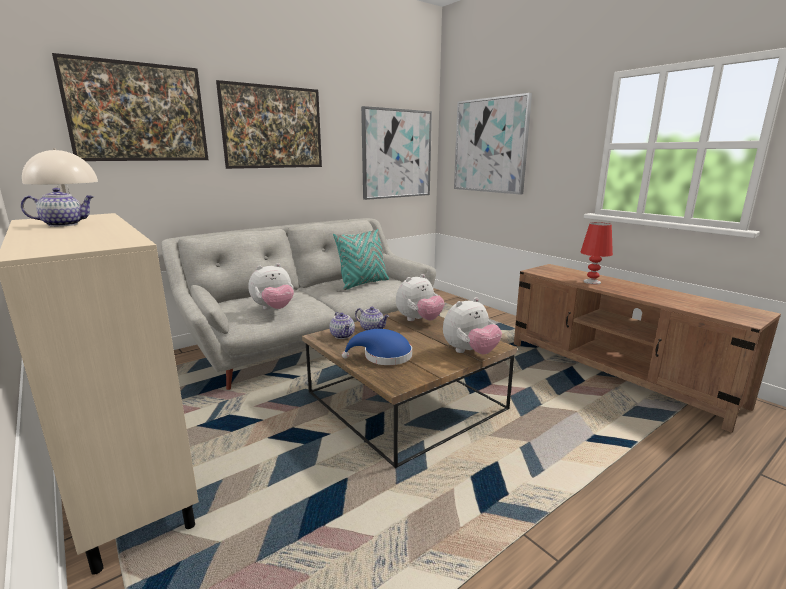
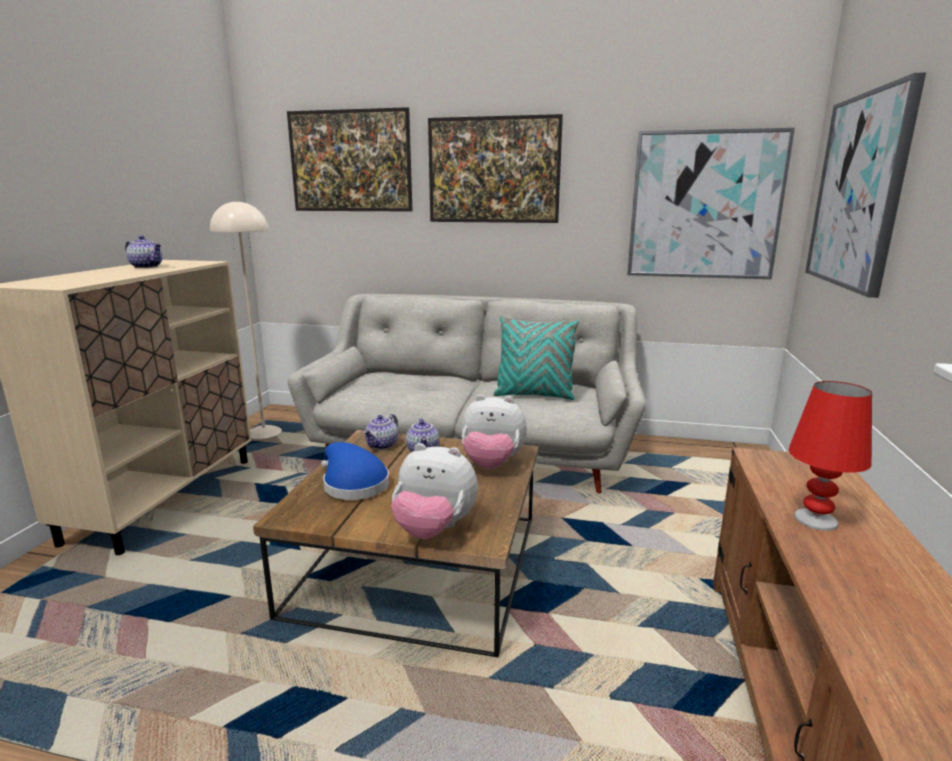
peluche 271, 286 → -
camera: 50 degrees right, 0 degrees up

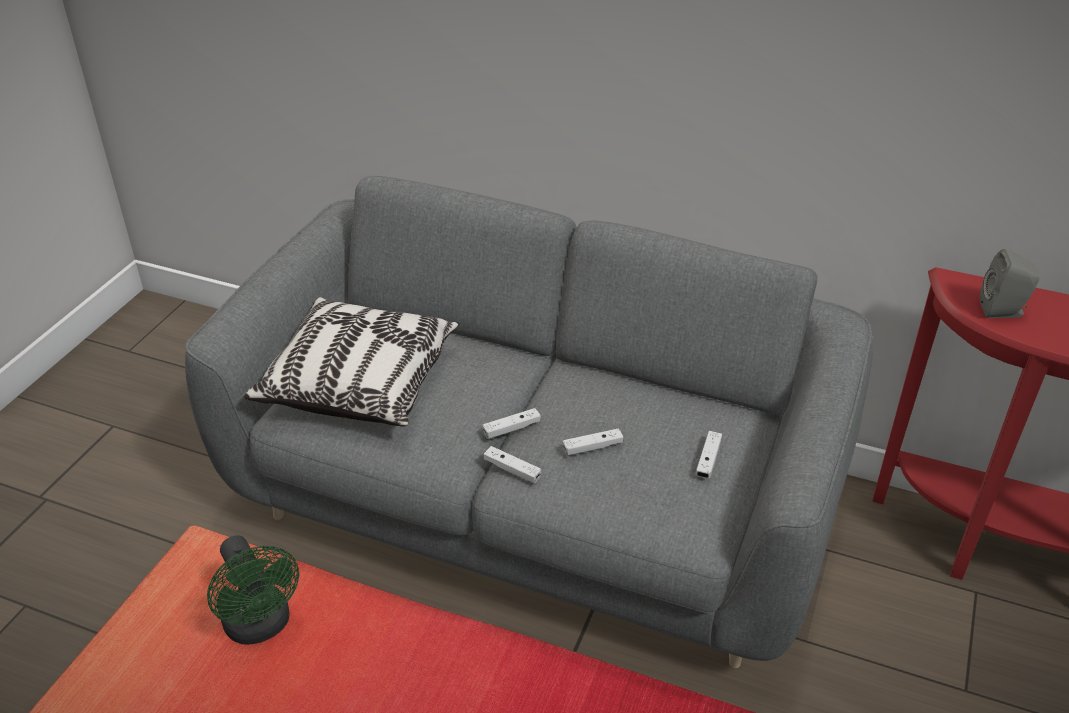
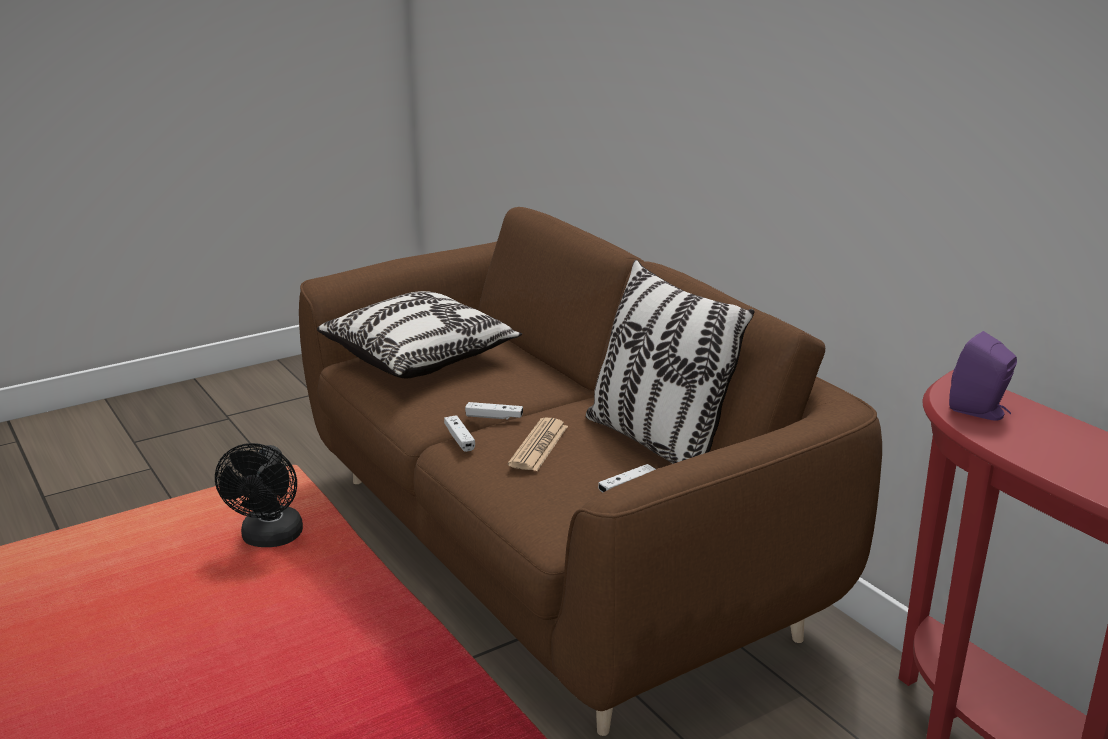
canapé [gris] 529, 422 → canapé [marron] 590, 471
ventilateur [vert] 253, 590 → ventilateur [noir] 259, 495
manette [blanc] 593, 442 → journal 538, 444
enceinte [gris] 1009, 283 → enceinte [violet] 983, 376
- → coussin 670, 362
camera: 35 degrees right, 15 degrees down

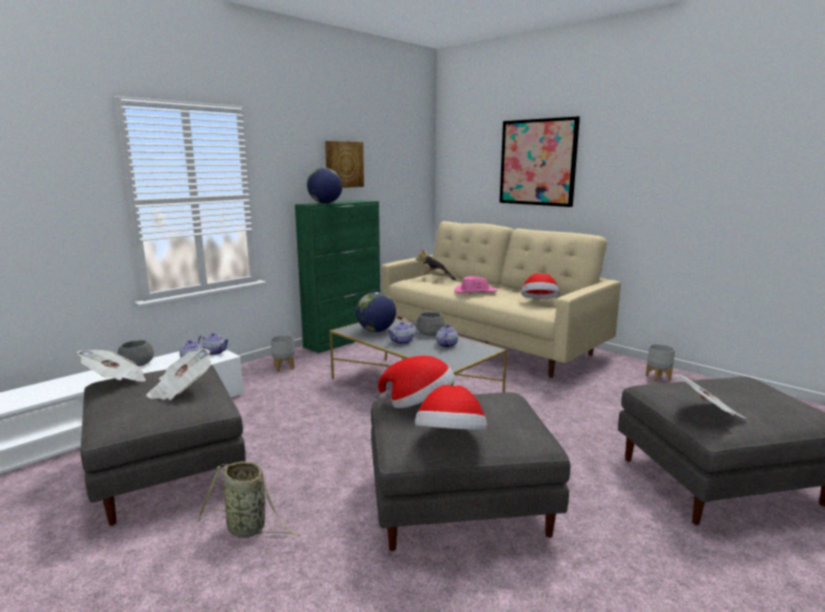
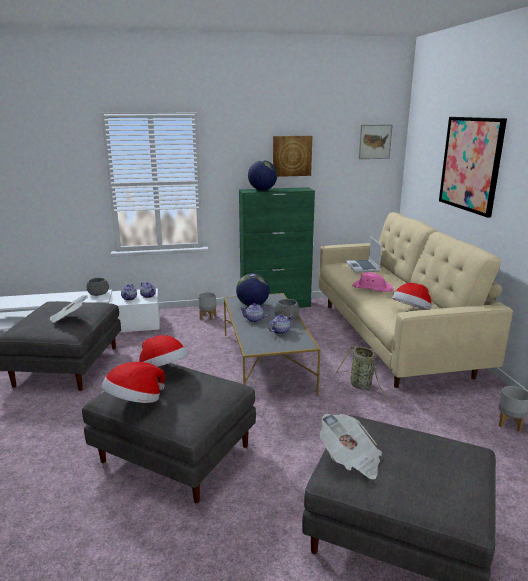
journal 111, 365 → -
panier 249, 499 → panier 362, 371, relocated
peluche 436, 264 → ordinateur portable 363, 254
- → tableau 375, 141
camera: 35 degrees right, 5 degrees up

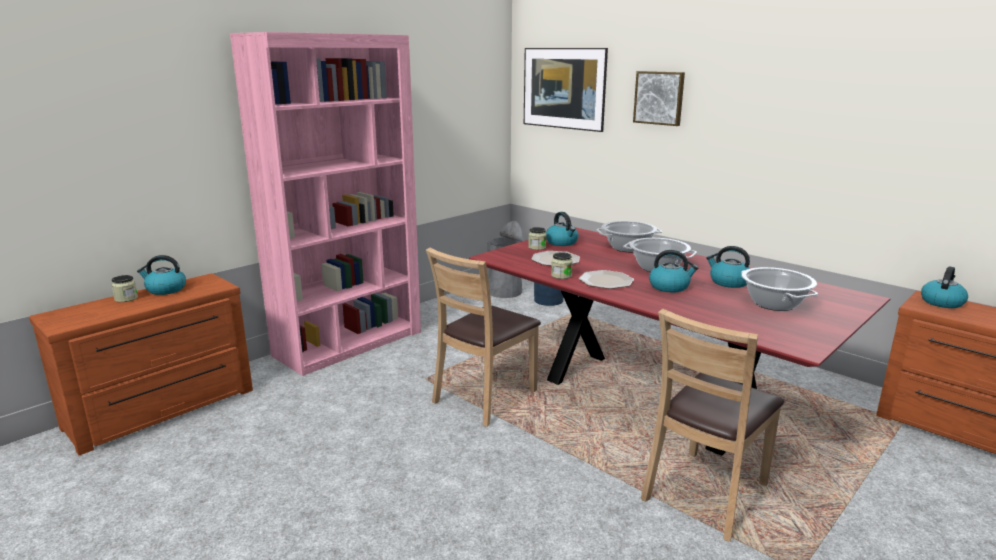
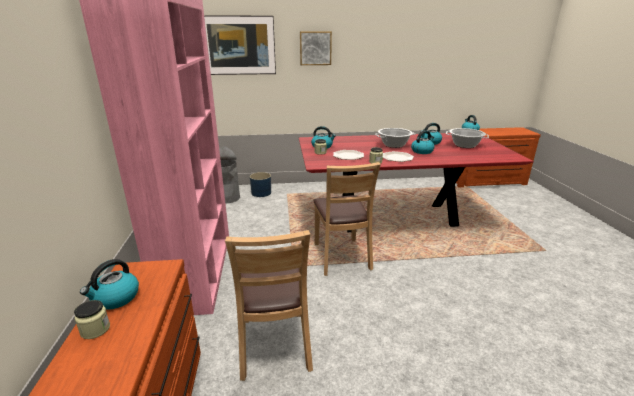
marmite 629, 236 → -
chaise [marron] 712, 425 → chaise [marron] 269, 305, relocated
camera: 50 degrees left, 5 degrees up

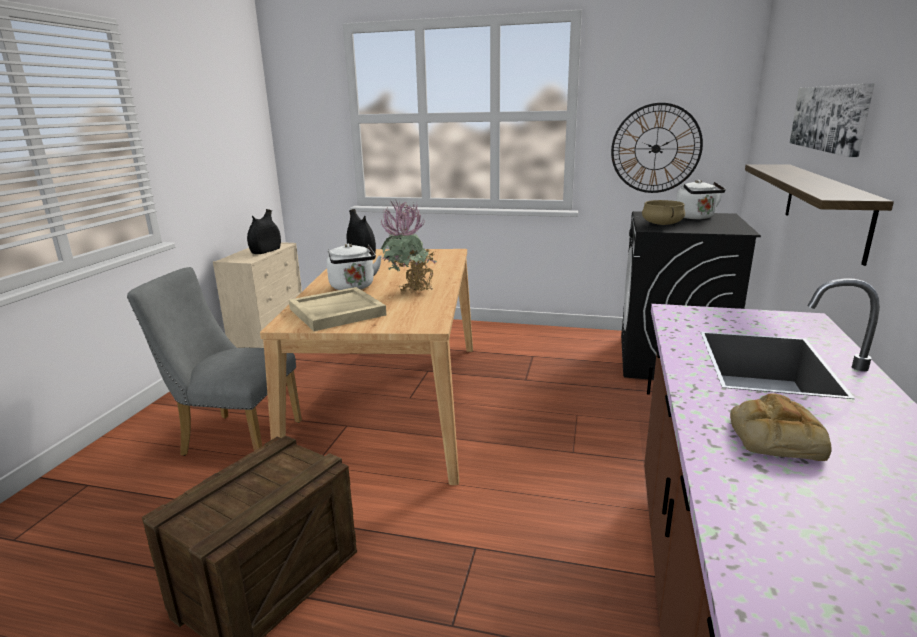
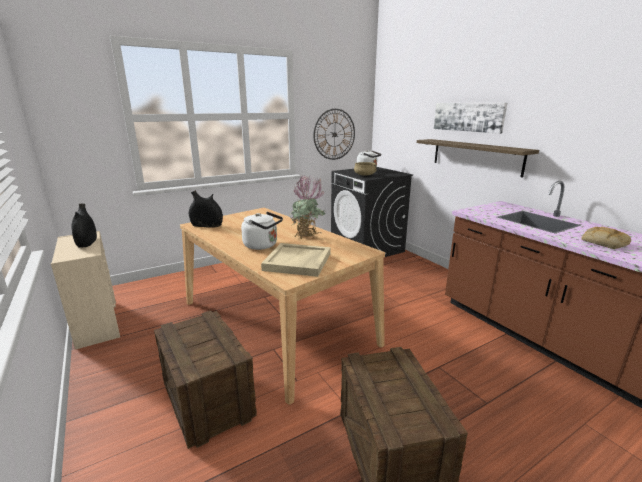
chaise [gris] 214, 361 → caisse 205, 380
camera: 45 degrees left, 0 degrees up

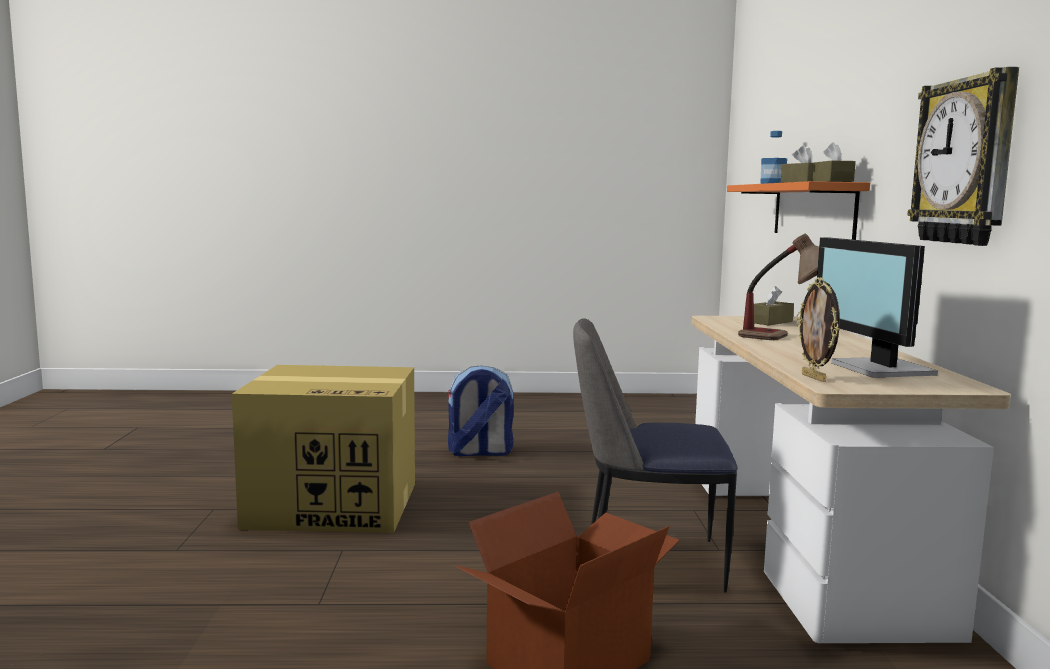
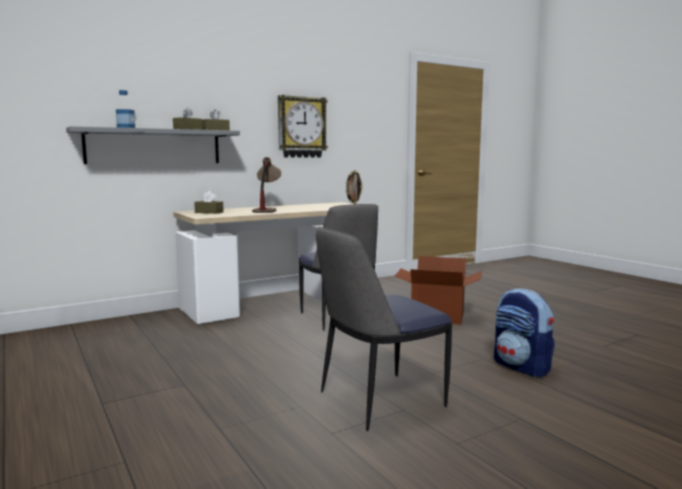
carton 323, 449 → chaise 384, 329
sac à dos 480, 410 → sac à dos 524, 332, relocated
étagère [orange] 798, 210 → étagère [gris] 153, 145
écran d'ordinateur 877, 307 → -
camera: 120 degrees left, 0 degrees up

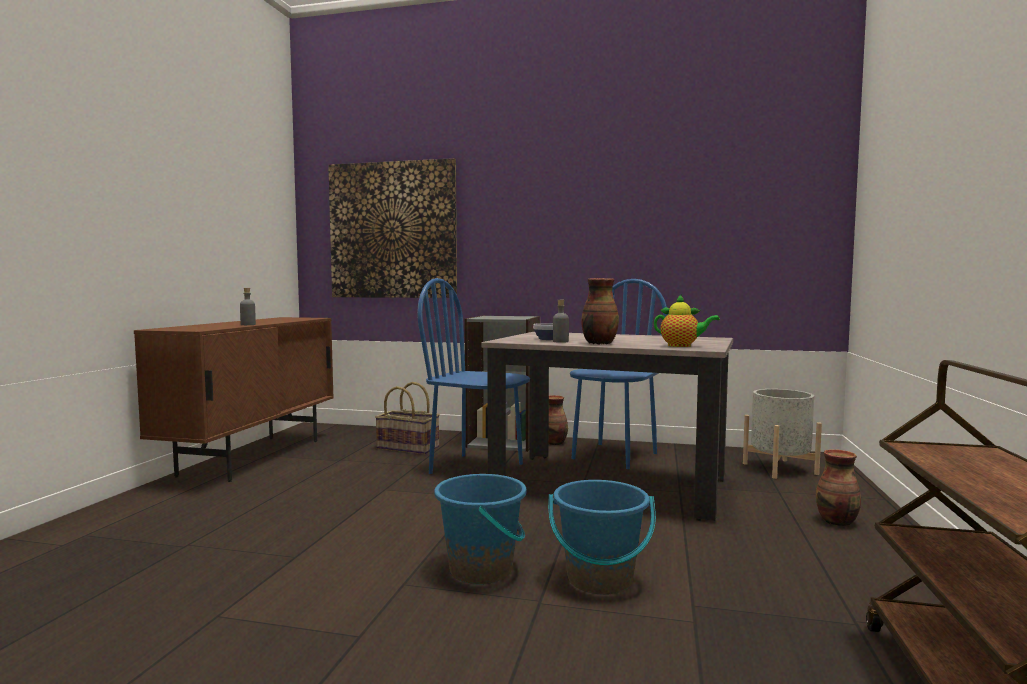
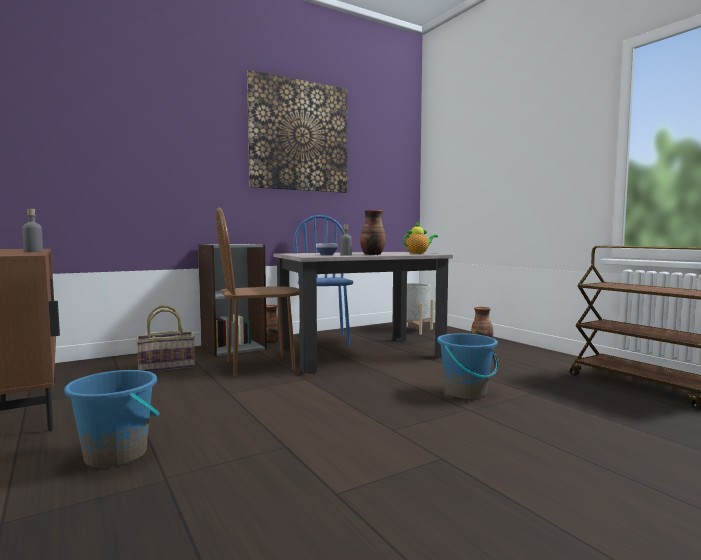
tableau 392, 228 → tableau 297, 131, relocated
chaise [bleu] 473, 376 → chaise [marron] 257, 292
seau [bleu] 480, 529 → seau [bleu] 112, 419, relocated
camera: 45 degrees left, 0 degrees up

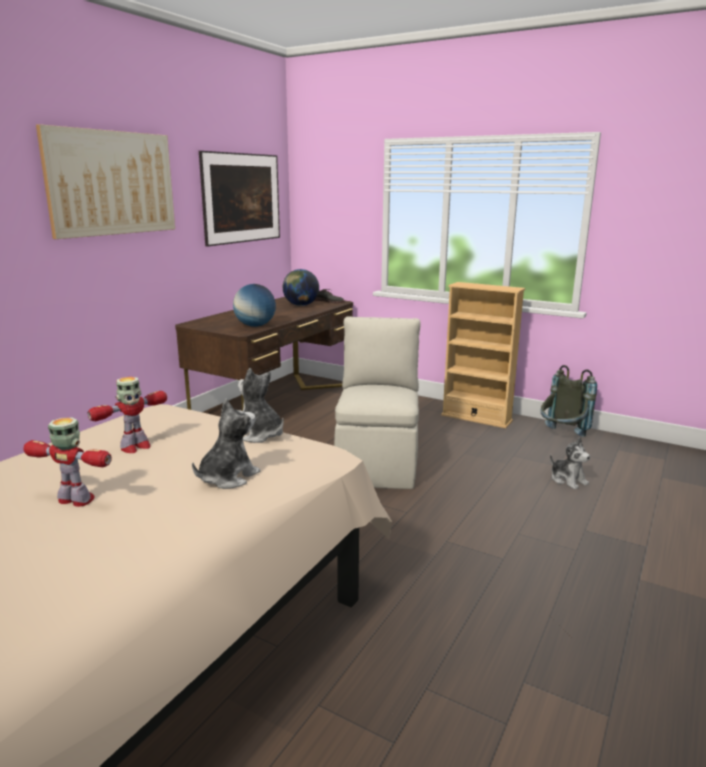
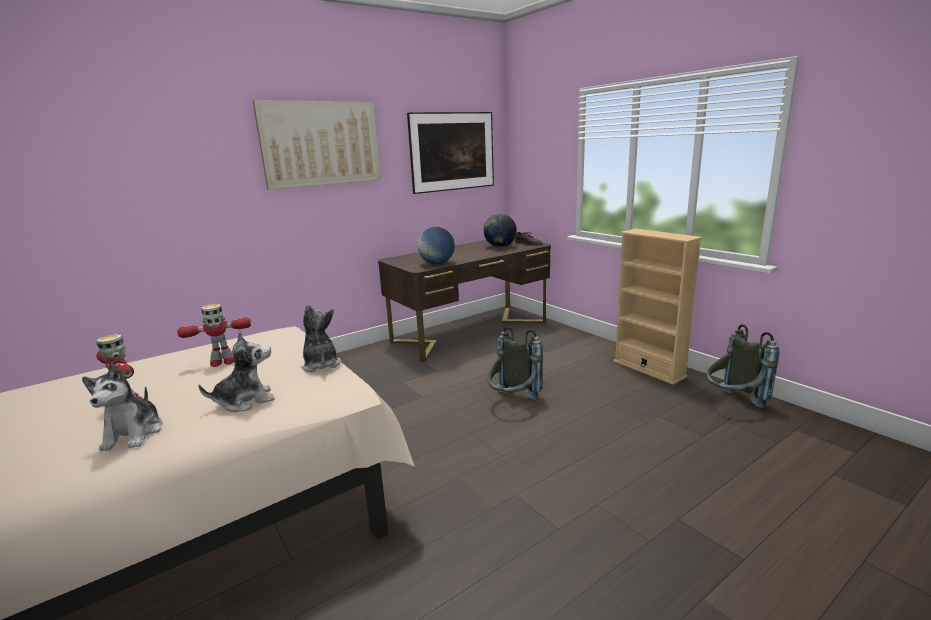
chaise [beige] 377, 402 → sac à dos [gris] 515, 363
peluche 570, 463 → peluche 122, 407, relocated
camera: 25 degrees right, 0 degrees up

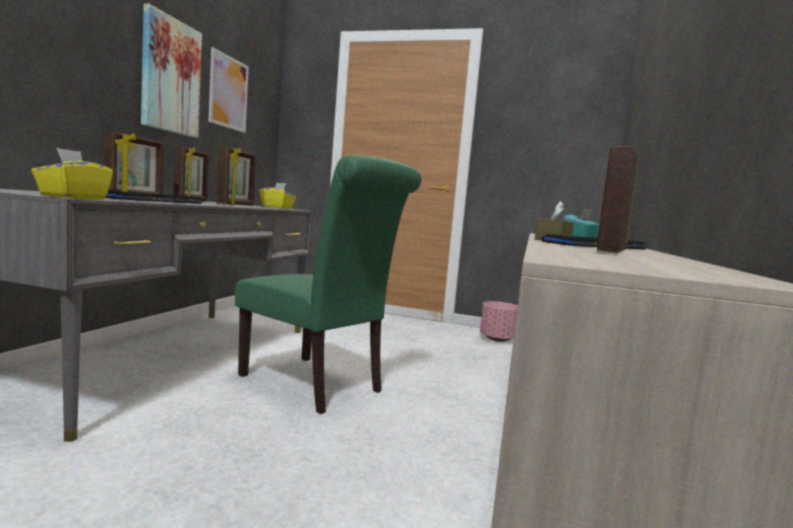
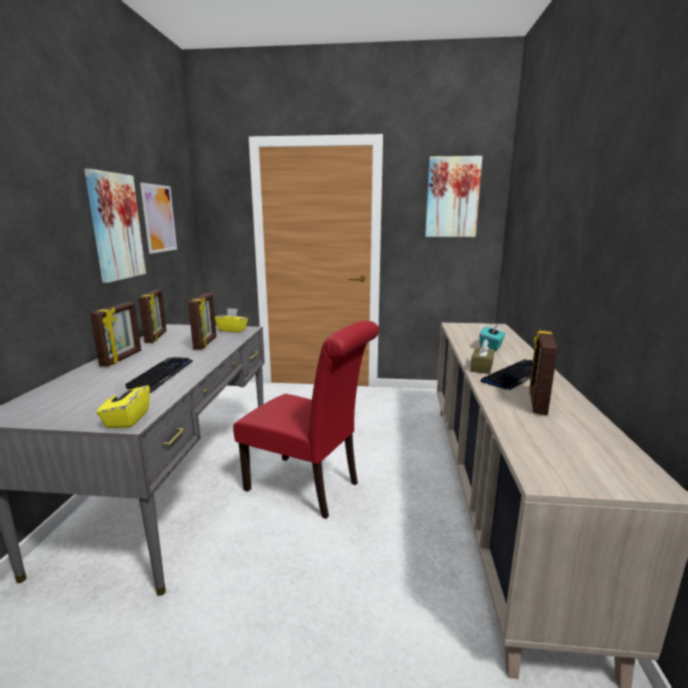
chaise [vert] 328, 284 → chaise [rouge] 306, 420
cache-pot [rose] 499, 321 → -
- → tableau 453, 196
camera: 10 degrees left, 10 degrees up

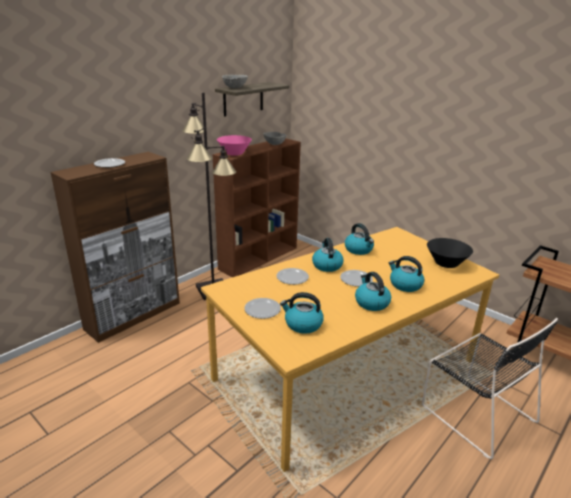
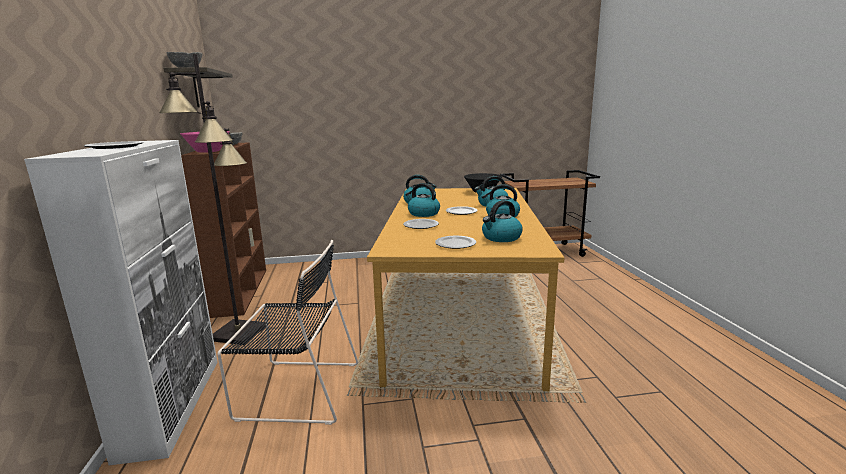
meuble de rangement [marron] 115, 247 → meuble de rangement [blanc] 120, 302
chaise [noir] 490, 388 → chaise [noir] 287, 332, relocated
camera: 50 degrees left, 10 degrees down

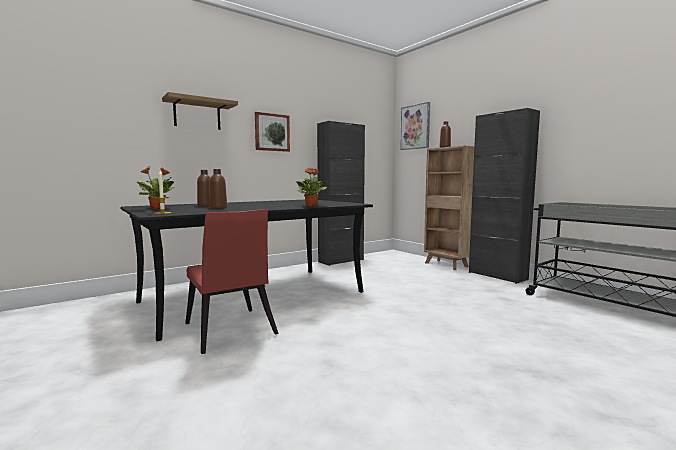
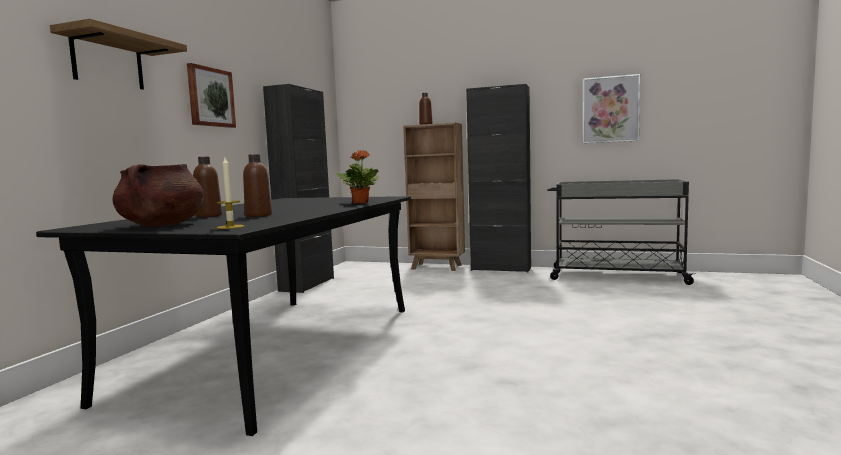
plante en pot 156, 188 → marmite [marron] 158, 195
chaise [rouge] 232, 281 → -
tableau 415, 126 → tableau 611, 108, relocated
camera: 35 degrees left, 0 degrees up

